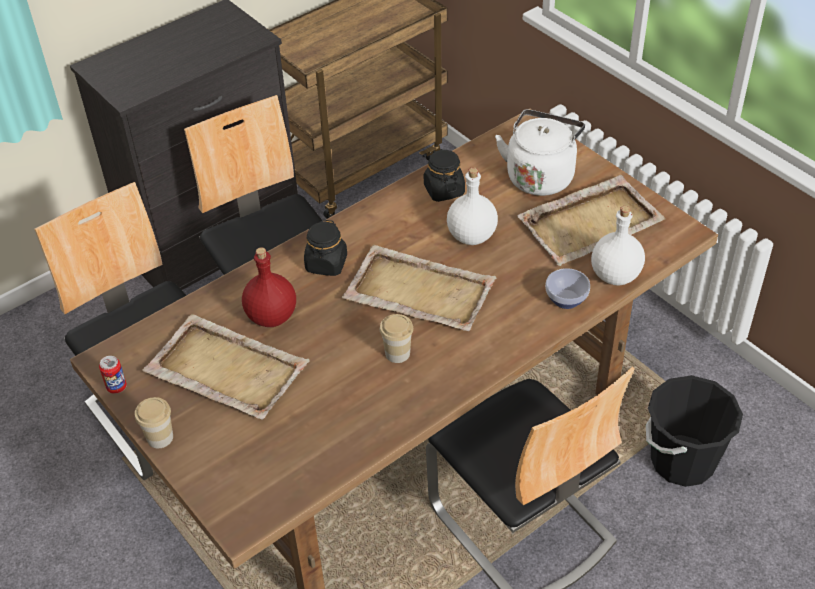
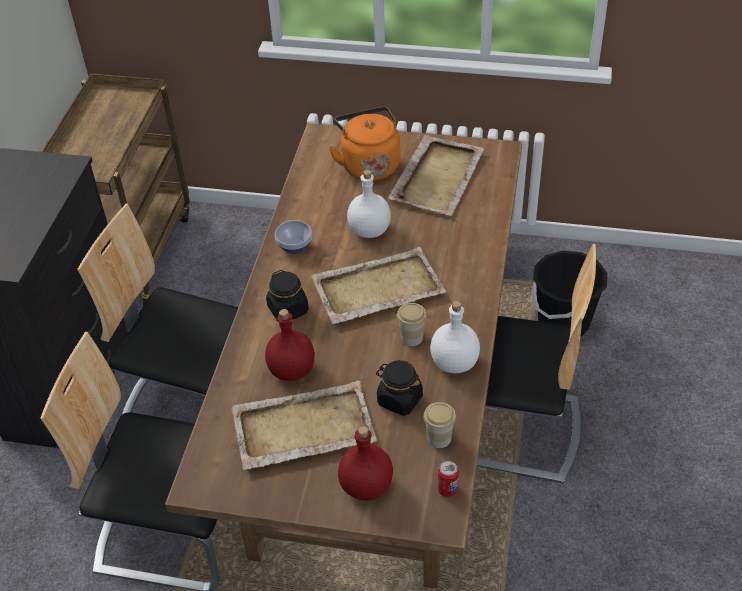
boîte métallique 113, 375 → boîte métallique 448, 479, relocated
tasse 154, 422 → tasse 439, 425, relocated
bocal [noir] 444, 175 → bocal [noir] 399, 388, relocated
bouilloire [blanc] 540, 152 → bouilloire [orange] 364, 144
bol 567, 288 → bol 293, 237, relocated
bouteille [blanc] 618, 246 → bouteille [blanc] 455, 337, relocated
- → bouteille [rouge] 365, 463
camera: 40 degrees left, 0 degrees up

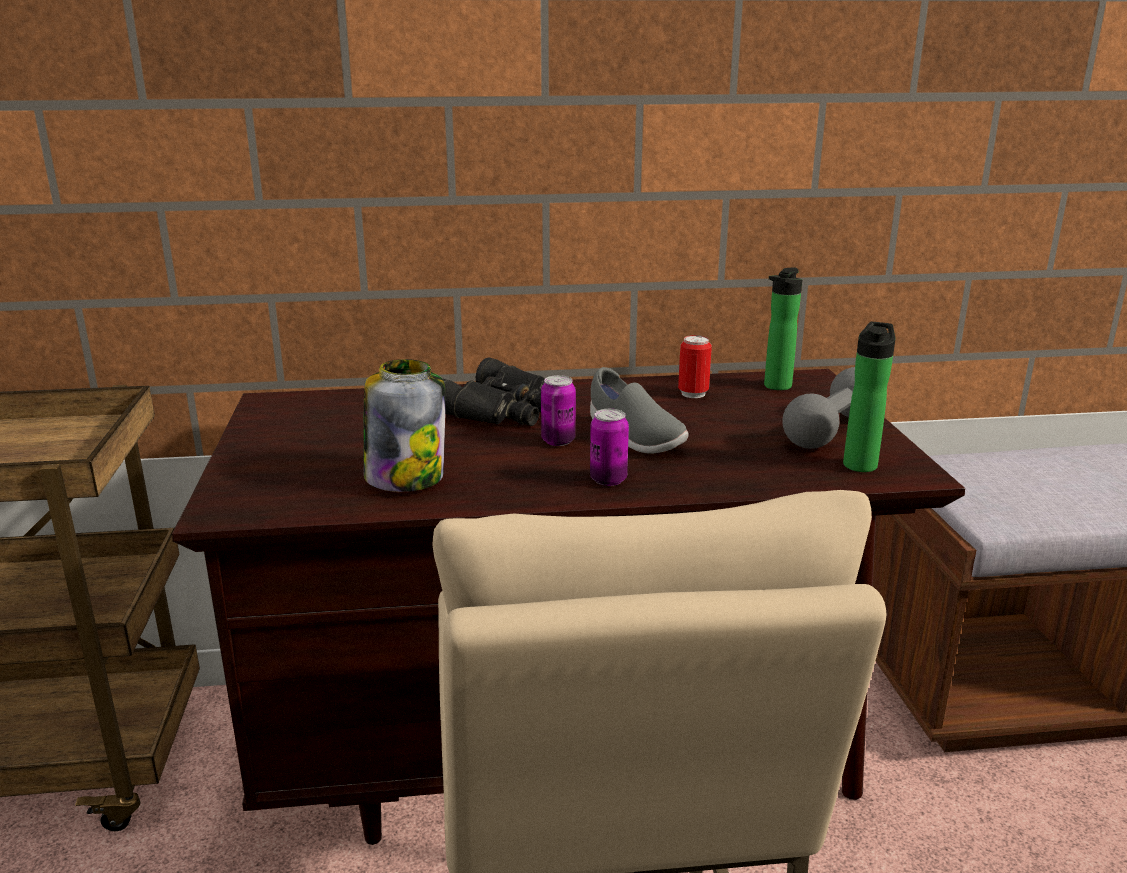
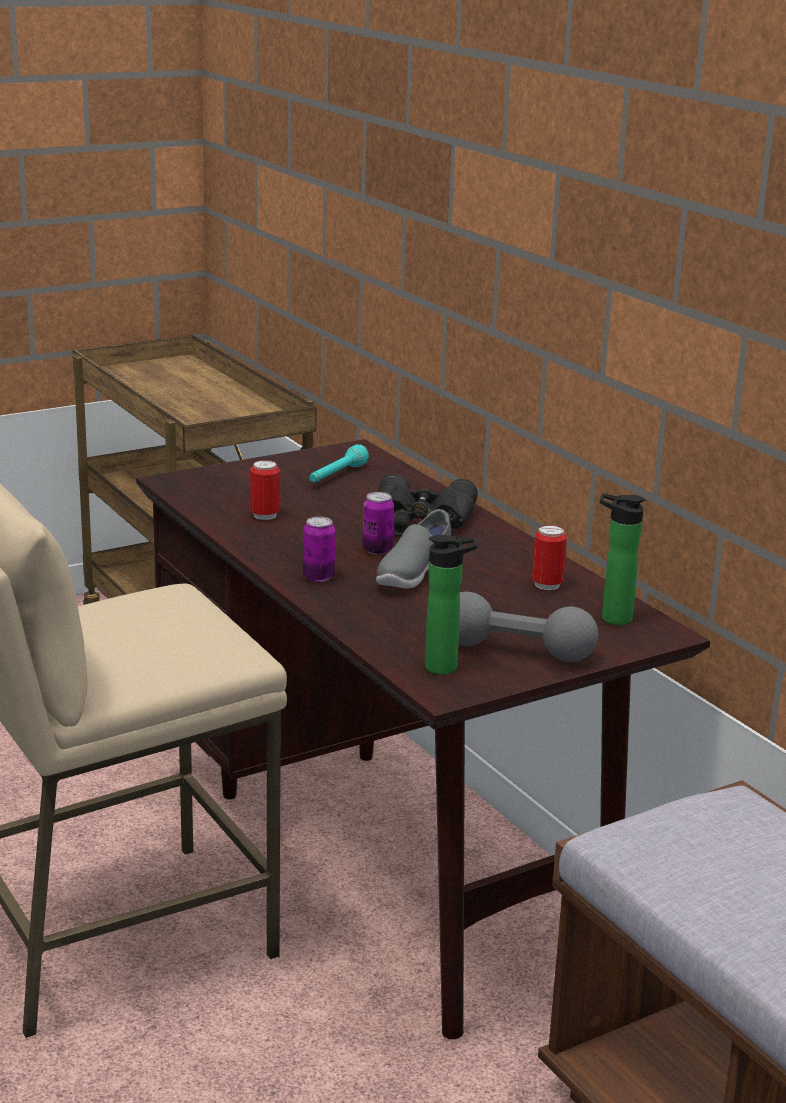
bocal 404, 425 → boîte métallique 265, 490
- → lampe de poche [turquoise] 339, 463
camera: 65 degrees right, 0 degrees up

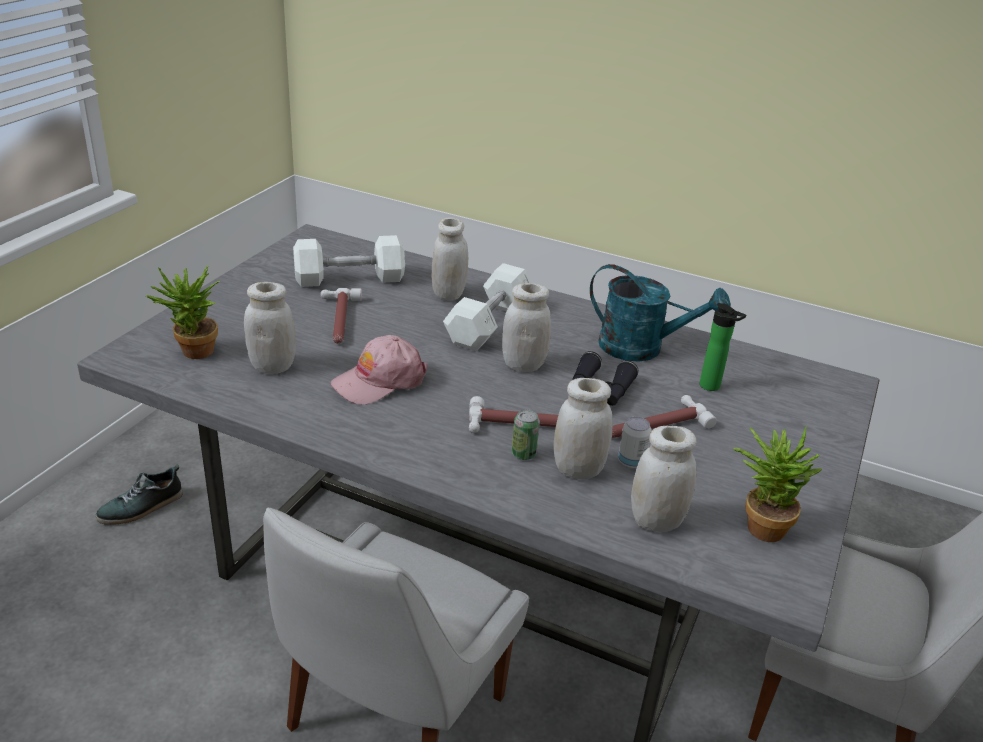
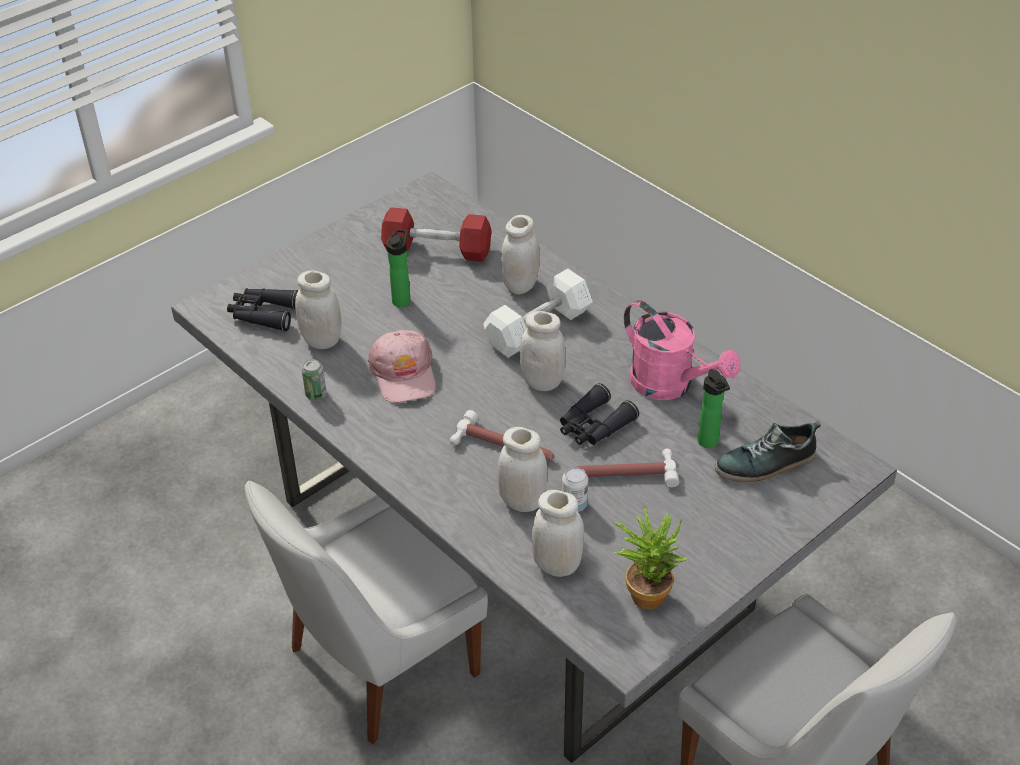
chaussure 139, 494 → chaussure 768, 451, relocated
plante en pot 183, 311 → jumelles [noir] 263, 309
haltère [blanc] 349, 261 → haltère [rouge] 436, 234
marteau 341, 316 → bouteille 399, 268
casquette [rose] 379, 370 → casquette [rose] 402, 366, 90 degrees counterclockwise
boîte métallique 525, 435 → boîte métallique 314, 379, relocated
arrosoir [turquoise] 660, 313 → arrosoir [rose] 682, 350
camera: 25 degrees right, 10 degrees up

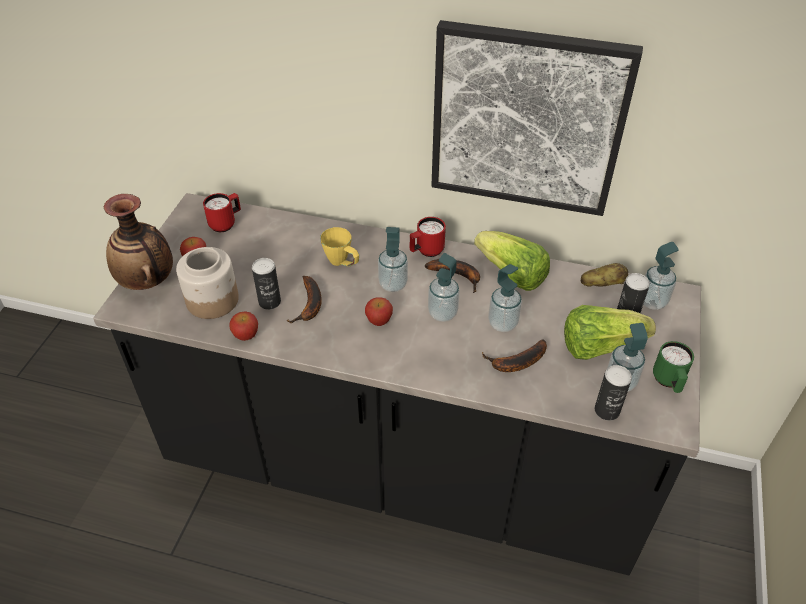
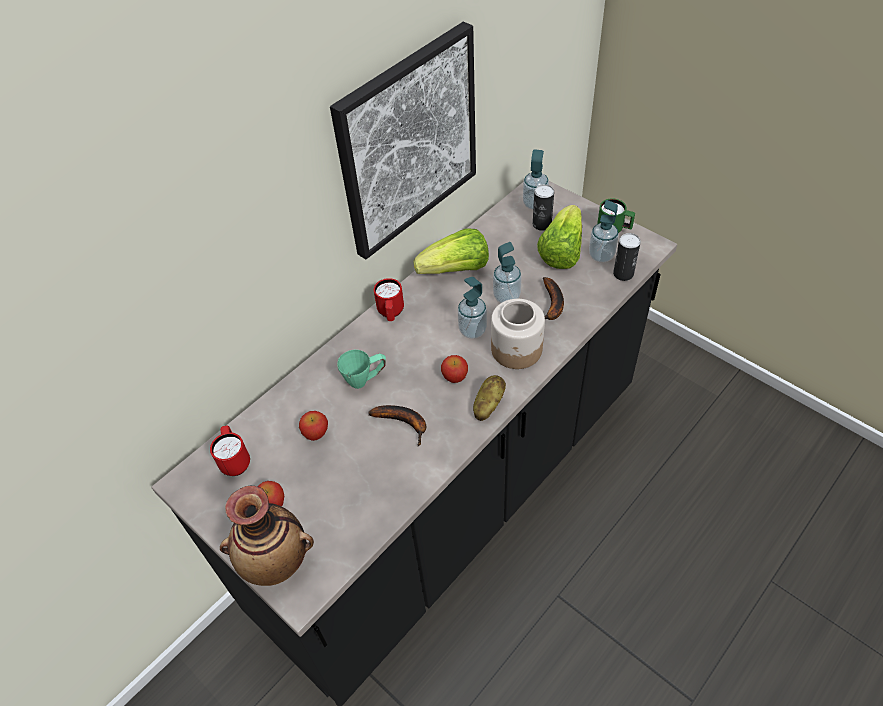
bocal 207, 283 → bocal 518, 334, relocated
pomme 244, 326 → pomme 313, 426, relocated
boîte métallique 266, 284 → -
mug [jaune] 339, 247 → mug [vert] 361, 369
distributeur de savon 393, 259 → -
banane 452, 276 → -
pomme de terre 604, 275 → pomme de terre 489, 398, relocated
camera: 60 degrees left, 5 degrees up

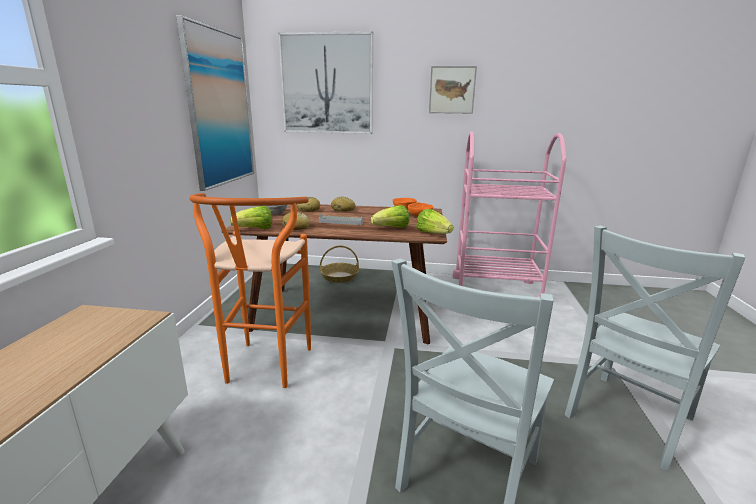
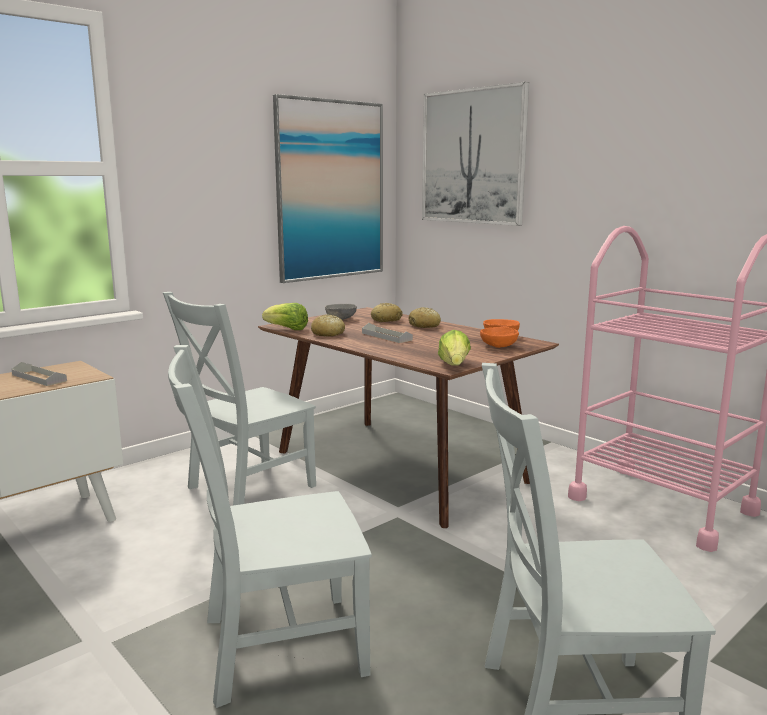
tabouret [orange] 250, 290 → chaise [gris] 239, 399
panier 339, 264 → -
laitue 390, 216 → -
tableau 453, 90 → -
- → plateau [gris] 39, 374
camera: 40 degrees right, 5 degrees down

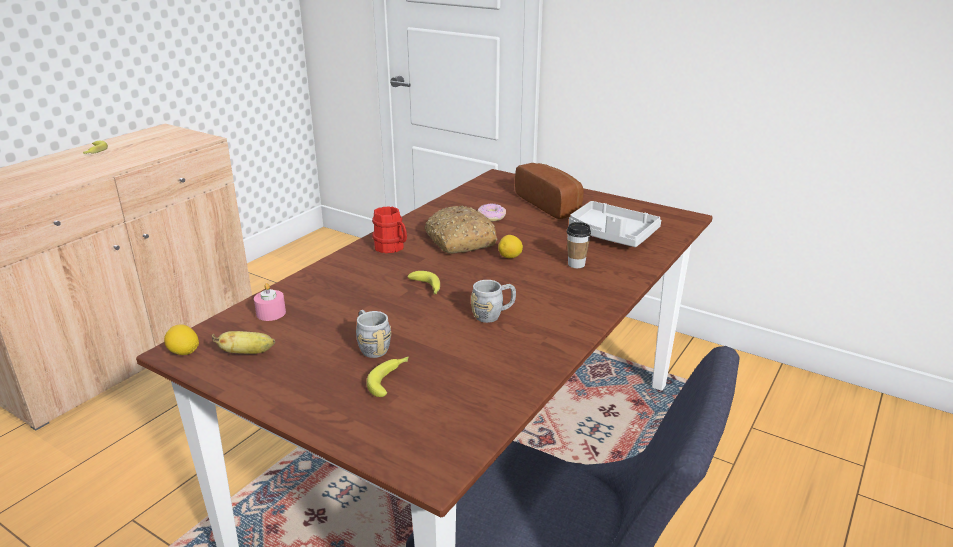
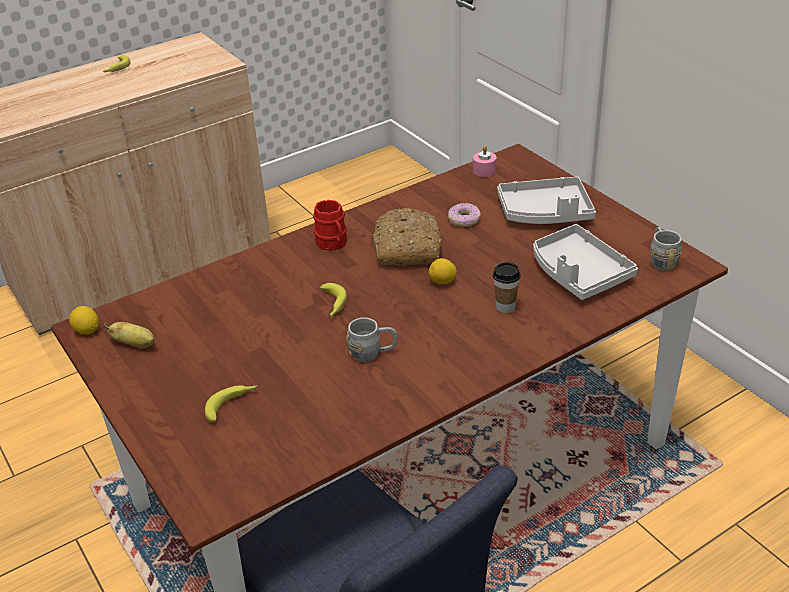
bougie [rose] 270, 302 → bougie [rose] 485, 161, relocated
mug [gris] 373, 334 → mug [gris] 666, 249, relocated
pain 549, 191 → plateau [gris] 546, 200
camera: 25 degrees right, 10 degrees up

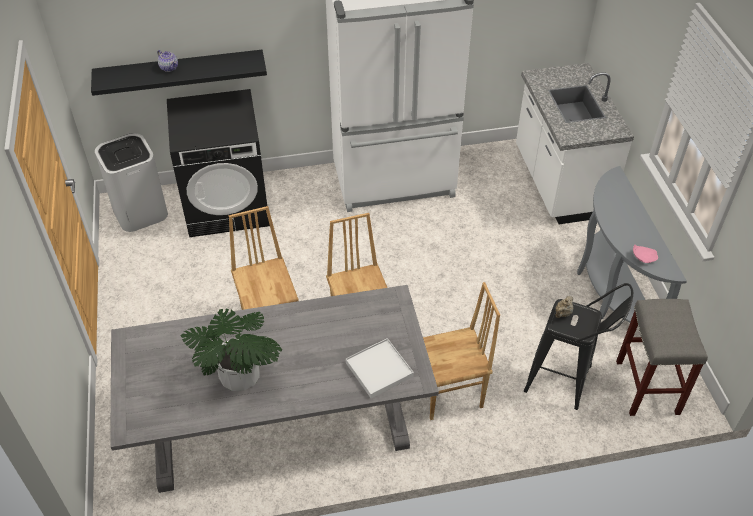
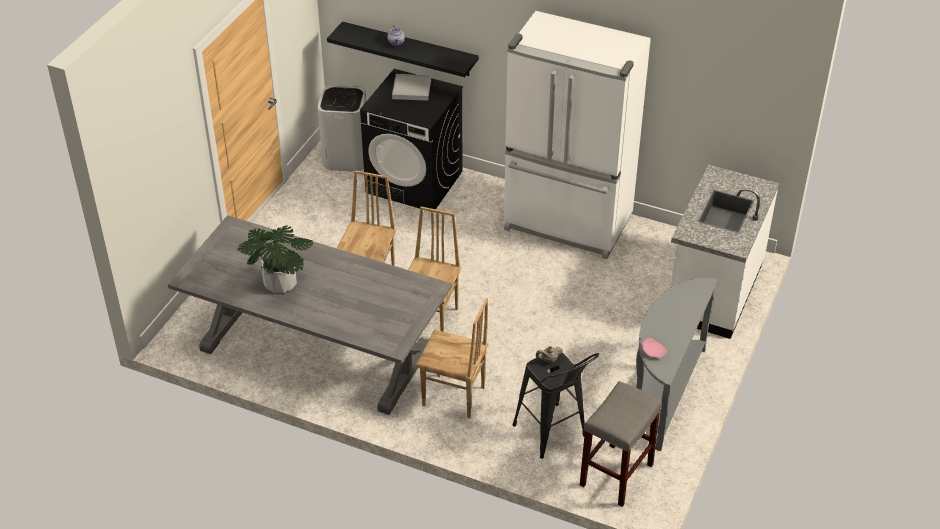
plateau [blanc] 380, 368 → plateau [blanc] 411, 87, relocated
camera: 35 degrees right, 5 degrees down

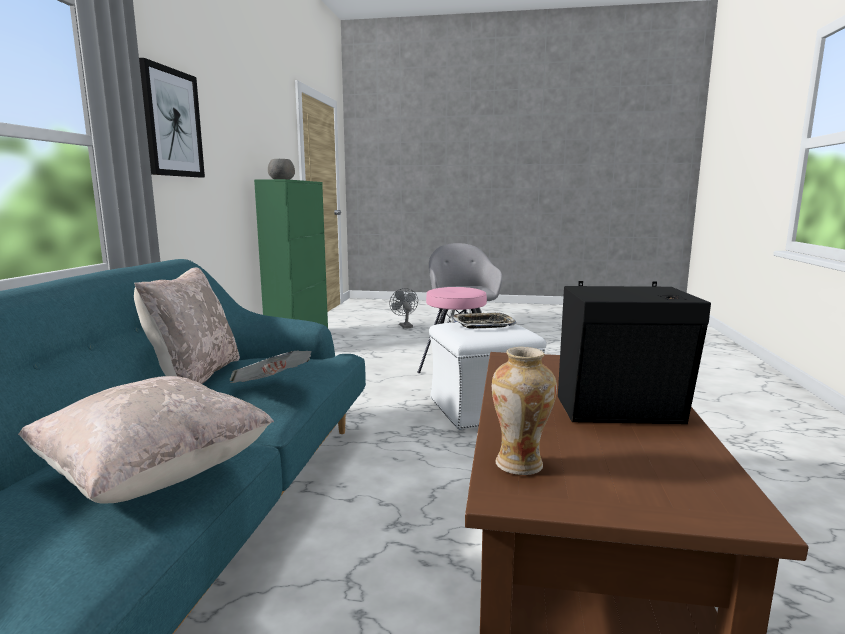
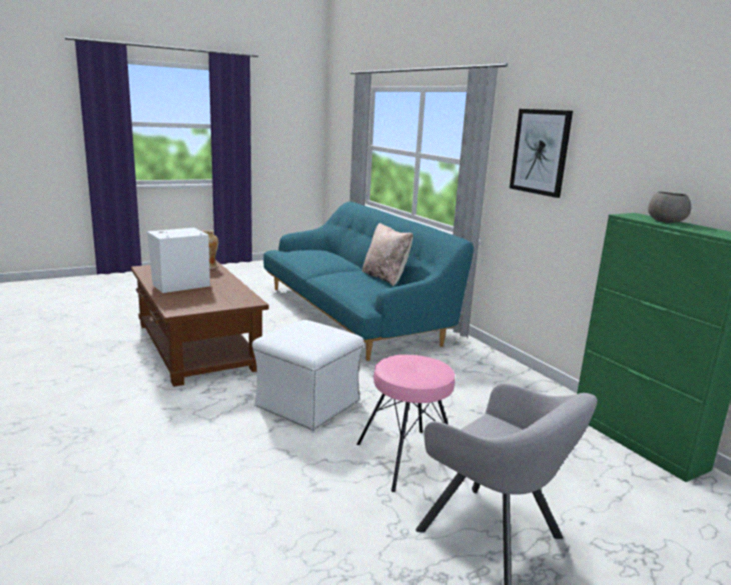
coussin [beige] 146, 440 → -
journal 270, 367 → -
ventilateur [gris] 403, 308 → -
plateau 483, 320 → -
enceinte [noir] 634, 352 → enceinte [blanc] 178, 260
camera: 140 degrees right, 5 degrees up

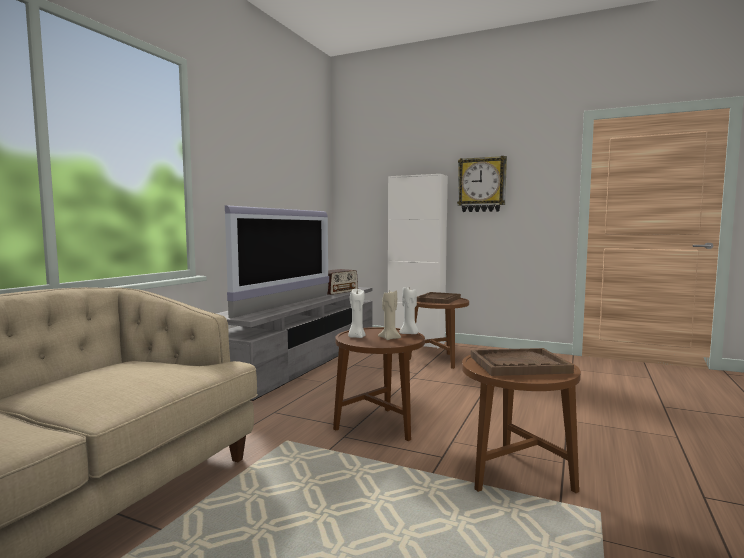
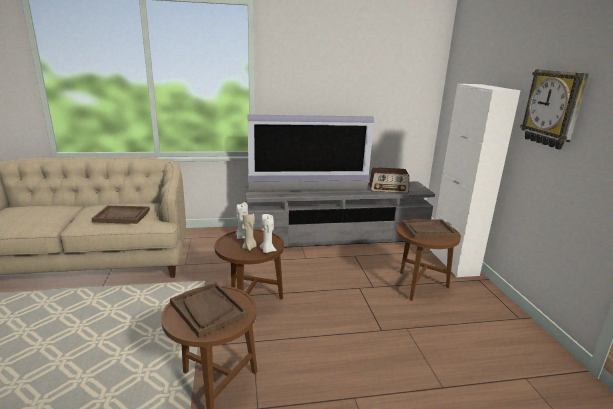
- → plateau [marron] 121, 214
camera: 55 degrees right, 15 degrees up

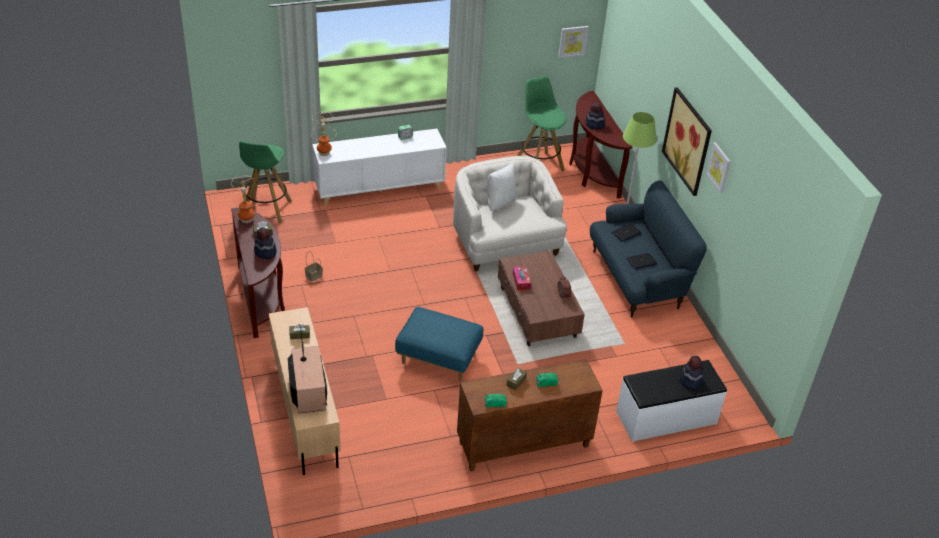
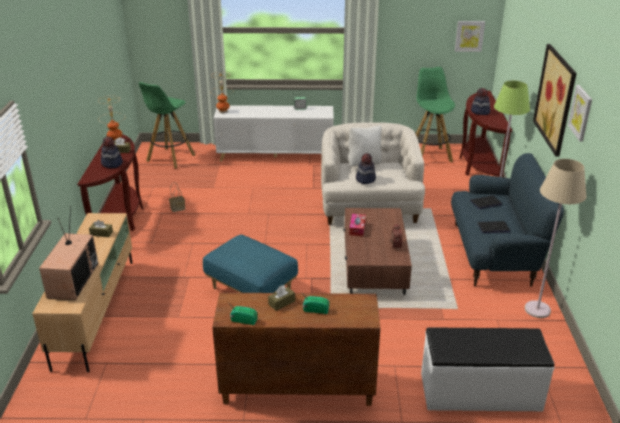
chapeau 691, 373 → chapeau 366, 168, relocated
- → lampadaire [beige] 555, 238
camera: 20 degrees right, 10 degrees down

